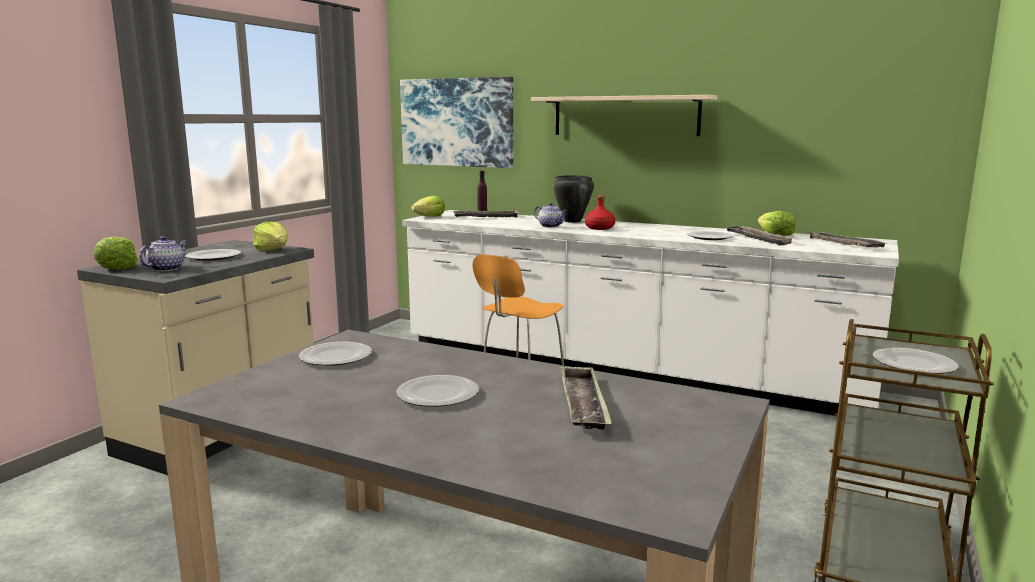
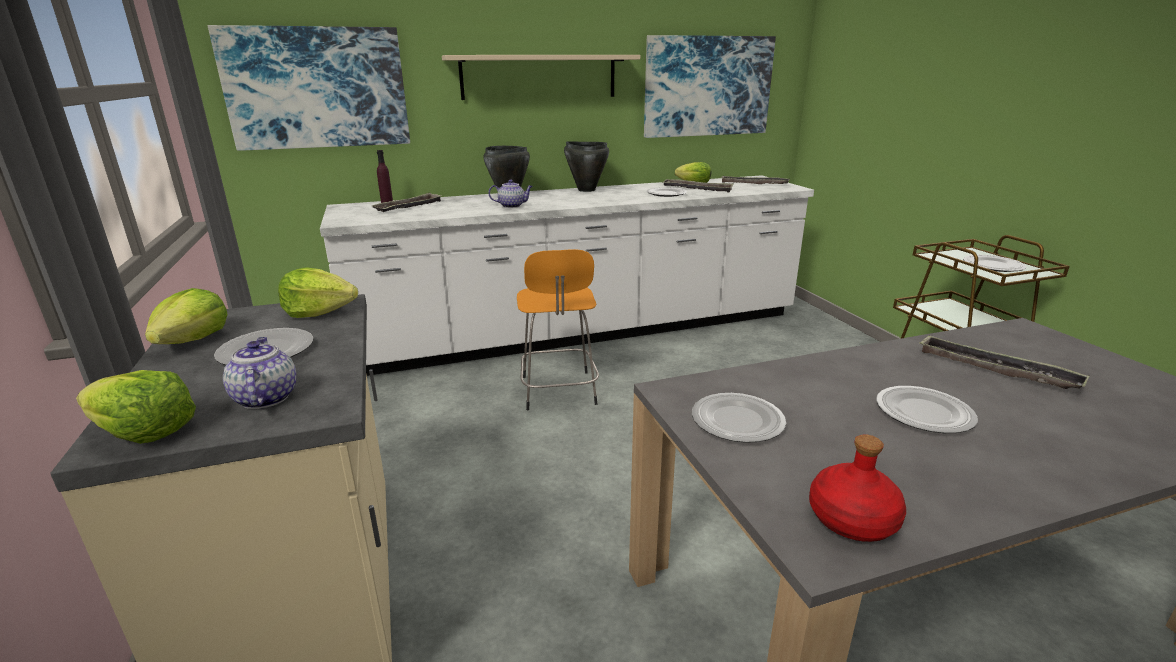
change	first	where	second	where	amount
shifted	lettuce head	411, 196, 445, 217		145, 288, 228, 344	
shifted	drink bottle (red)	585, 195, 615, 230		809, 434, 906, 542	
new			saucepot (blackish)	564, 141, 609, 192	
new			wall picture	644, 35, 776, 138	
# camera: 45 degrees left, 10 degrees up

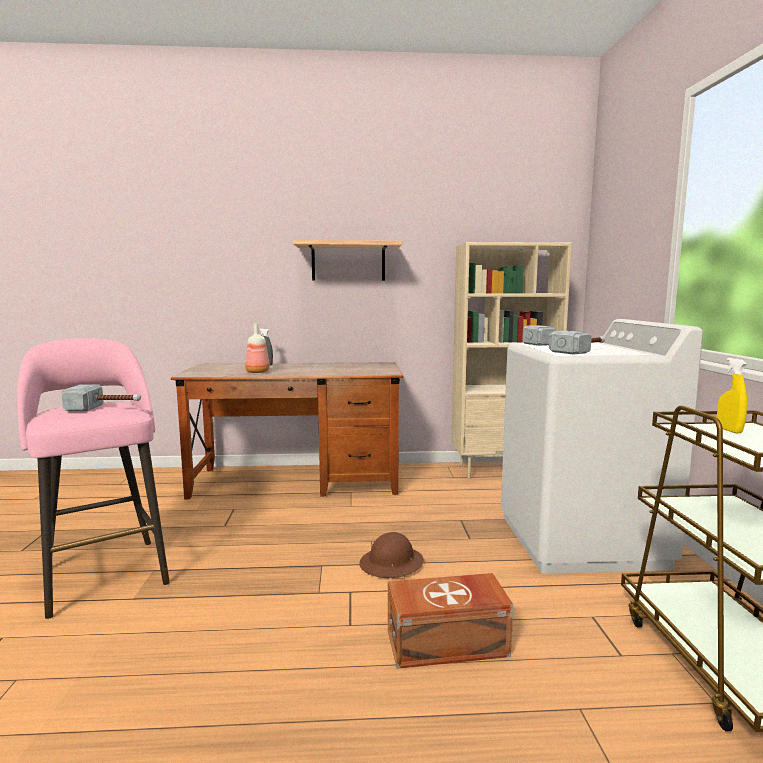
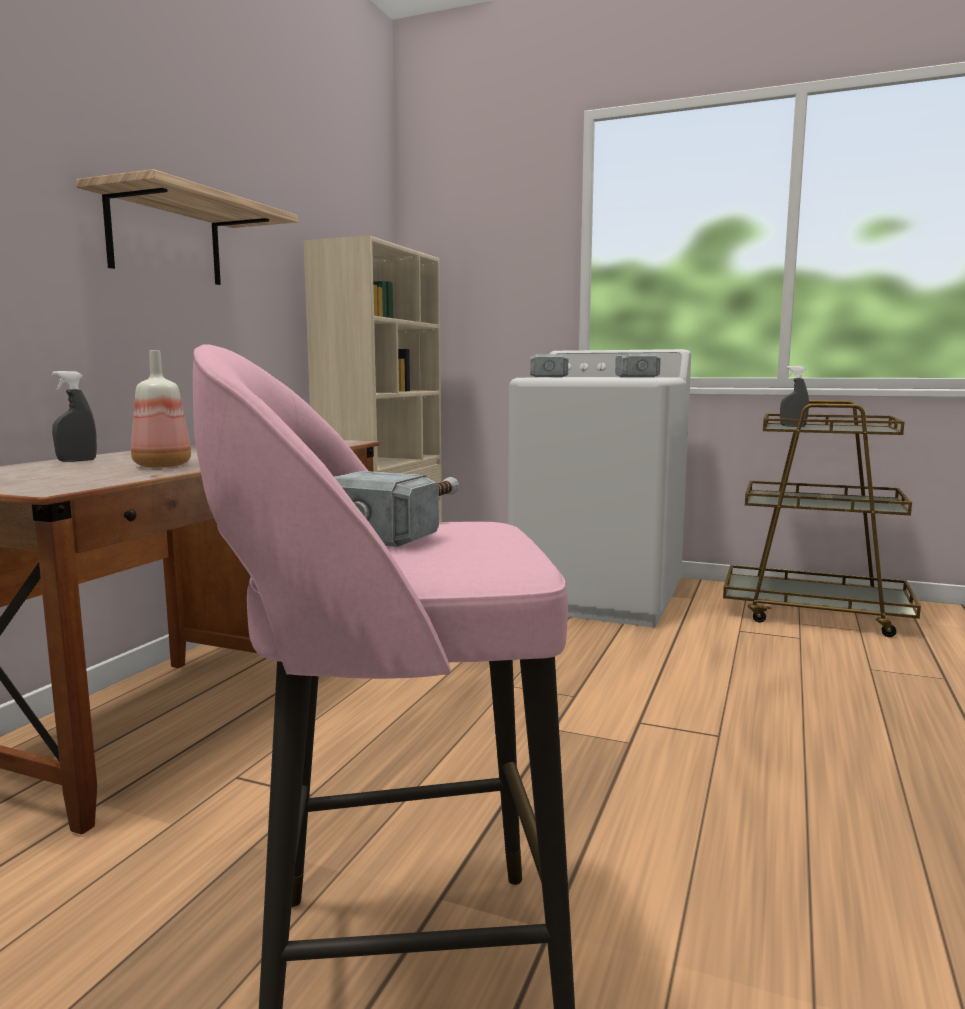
change	first	where	second	where	amount
gone	work helmet (brown)	359, 532, 424, 578			
gone	storage bin (brown)	388, 573, 513, 669			
repainted	spray bottle (yellow)	717, 358, 747, 433	spray bottle (greyish)	780, 366, 809, 427	
# camera: 65 degrees left, 0 degrees up

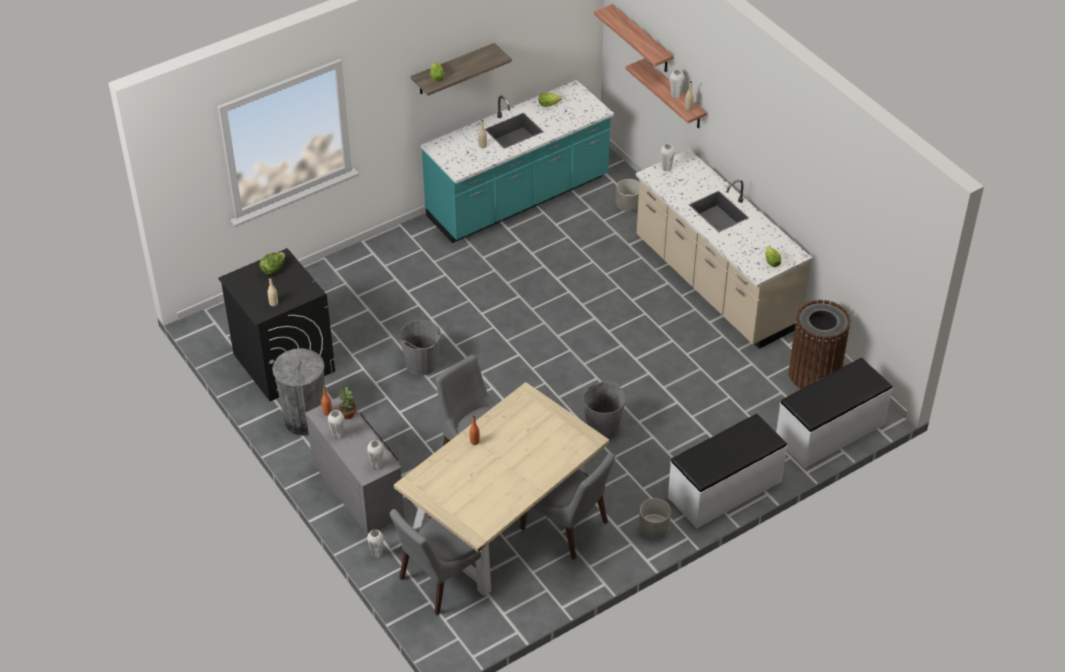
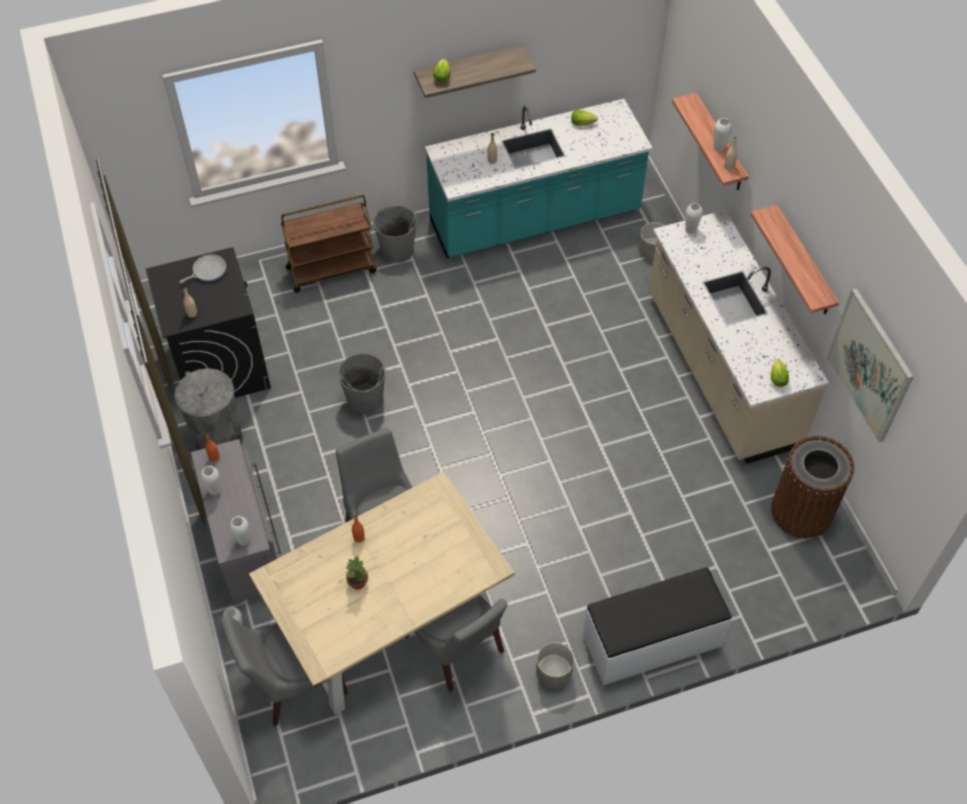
change	first	where	second	where	amount
swapped	lettuce head	259, 252, 285, 275	frying pan	180, 254, 226, 283	
shifted	potted plant	338, 386, 356, 419		346, 556, 368, 589	
shifted	water bucket (greyish)	583, 381, 626, 439		373, 205, 417, 263	
shifted	shelf	594, 4, 674, 72		751, 205, 839, 315	
gone	long seat (white-coloured)	776, 358, 893, 468			
new			wheeled cart (brown)	281, 195, 377, 293	
new			wall picture	827, 288, 914, 443	
# camera: 15 degrees right, 10 degrees up

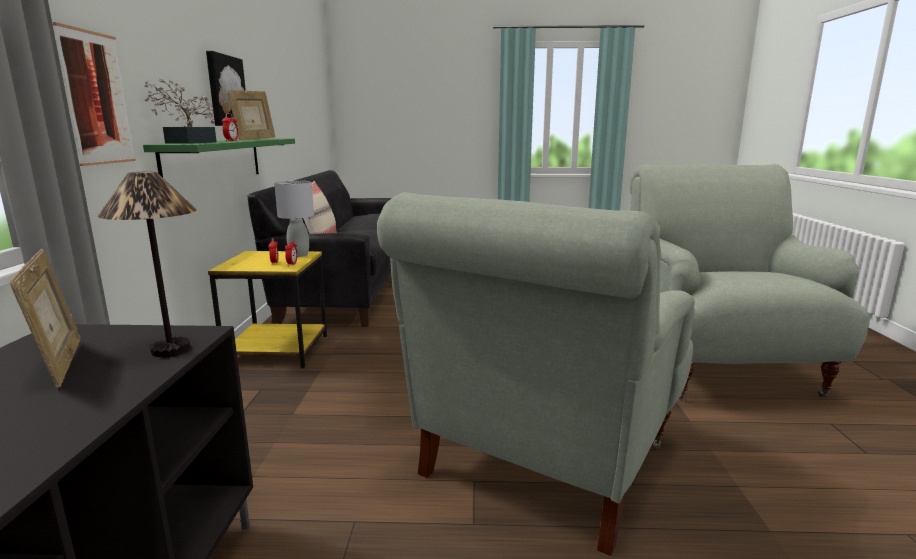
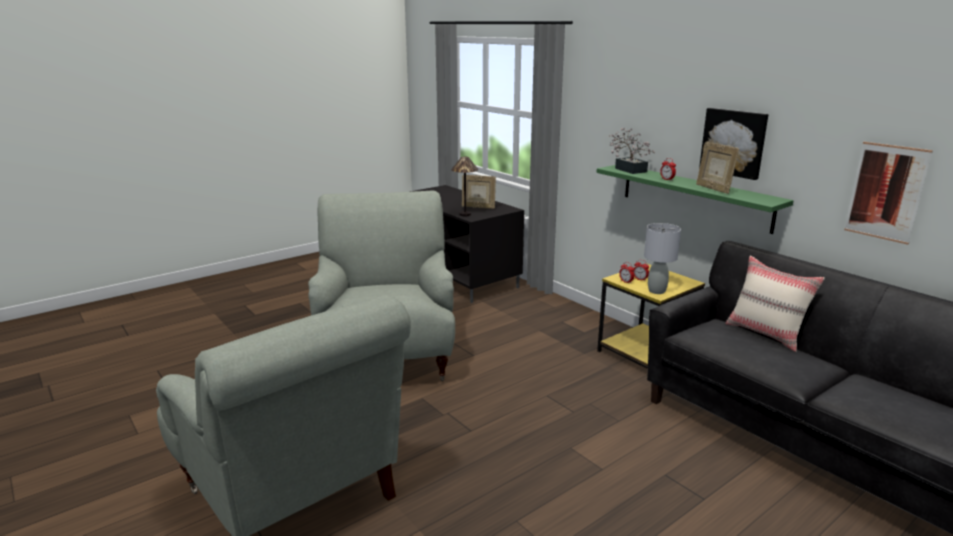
change	first	where	second	where	amount
shifted	wall picture	53, 22, 136, 166		844, 142, 933, 245	
# camera: 140 degrees right, 5 degrees up

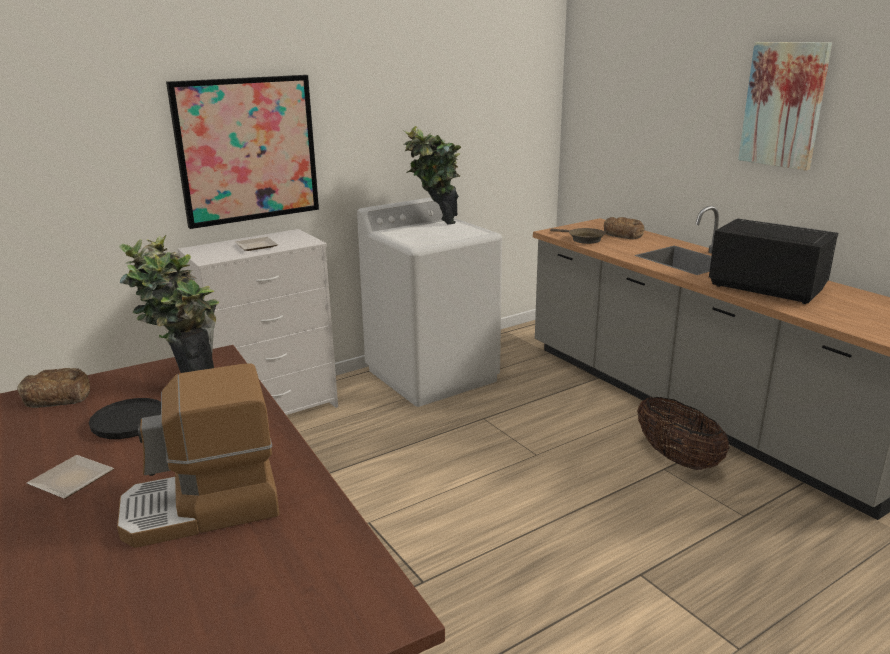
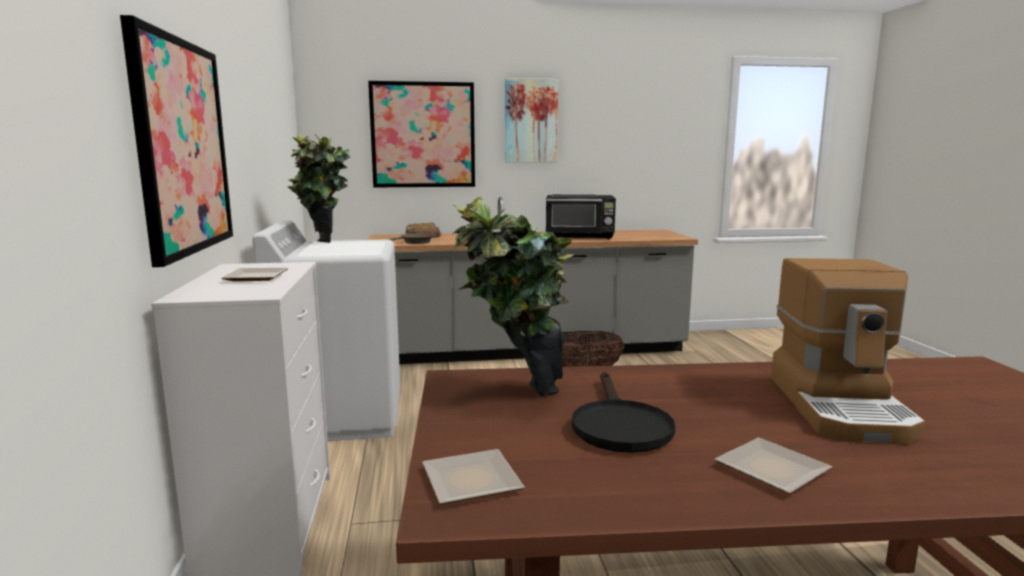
change	first	where	second	where	amount
swapped	bread	17, 368, 90, 408	dinner plate	422, 449, 524, 504	
rotated	microwave oven (blackish)	709, 218, 839, 304		546, 195, 616, 239	150 degrees counterclockwise
new			wall picture	368, 81, 475, 187	
# camera: 65 degrees left, 10 degrees down

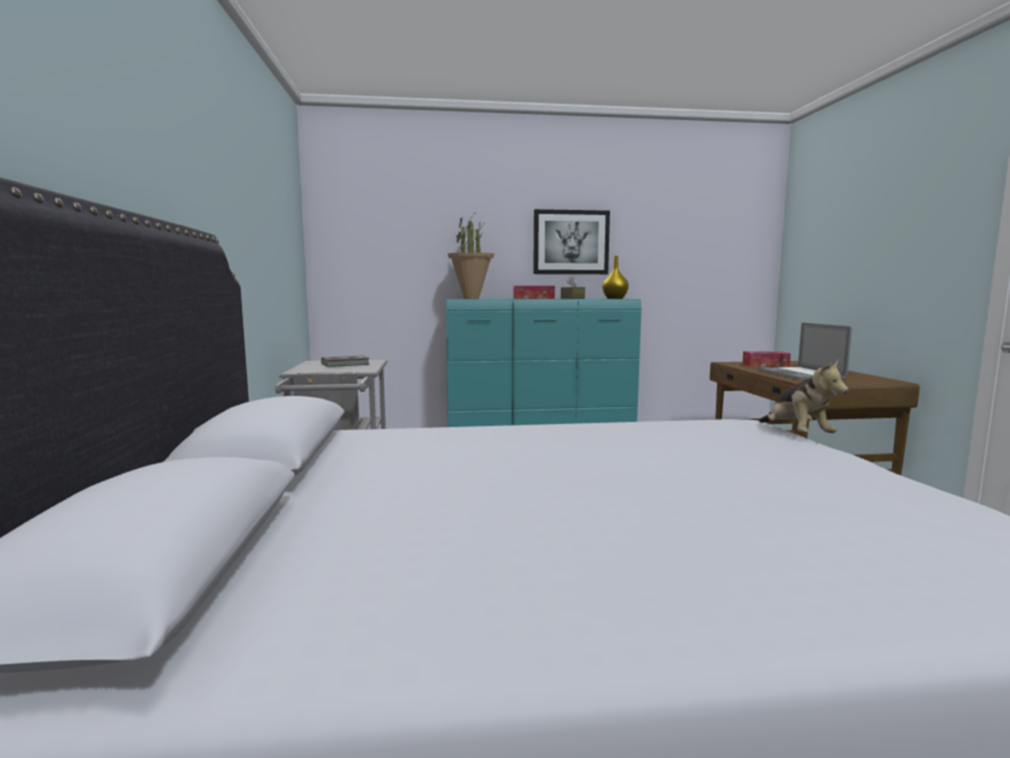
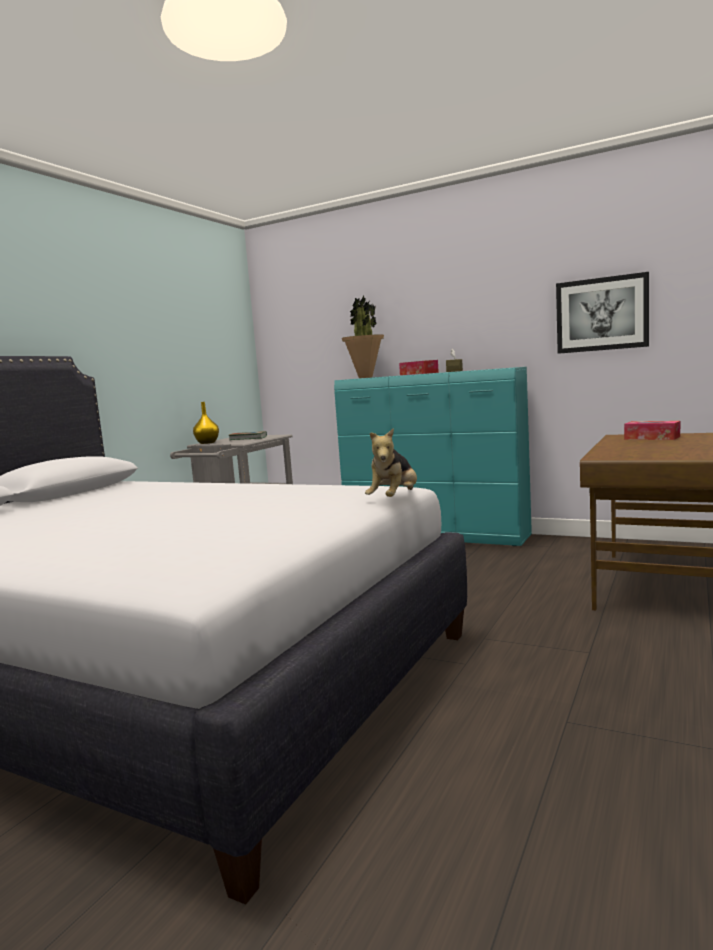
change	first	where	second	where	amount
shifted	wall picture	533, 209, 610, 274		556, 272, 649, 354	
shifted	flower vase (yellow)	602, 256, 629, 299		193, 402, 219, 444	
gone	portable computer	757, 322, 852, 380			
# camera: 35 degrees right, 0 degrees up

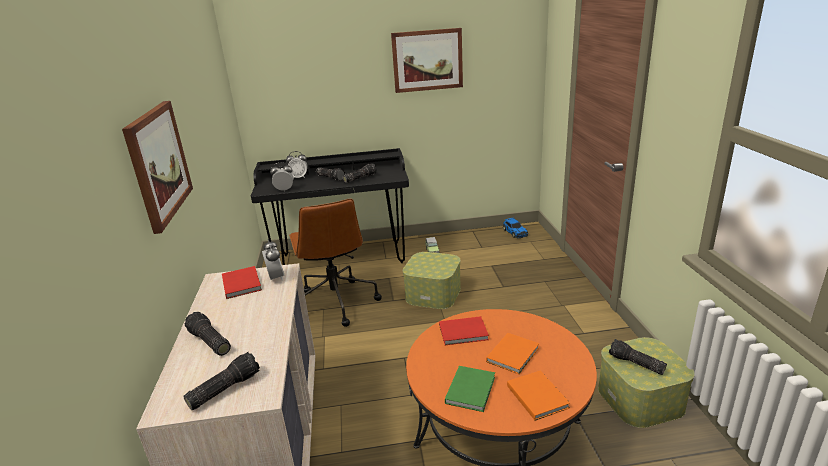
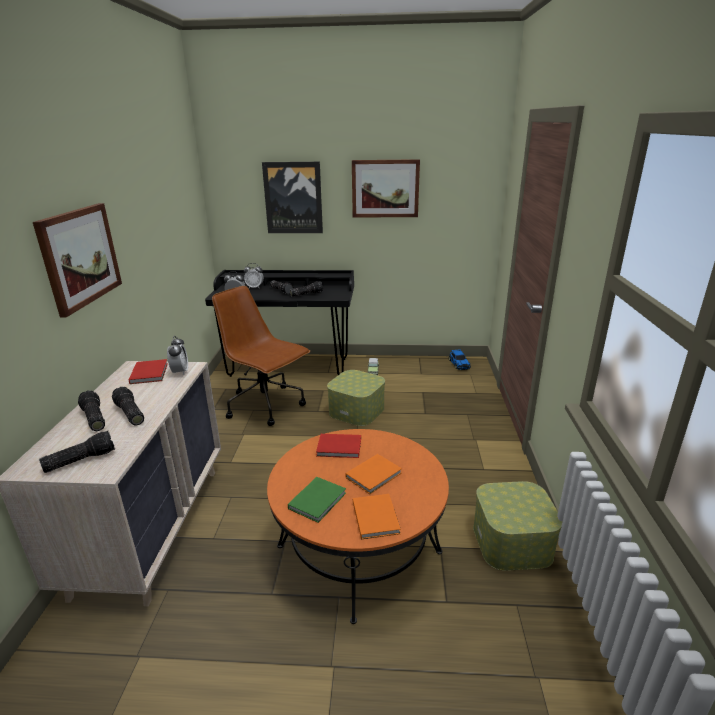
change	first	where	second	where	amount
rotated	computer chair (brown)	289, 198, 382, 327		212, 286, 310, 426	135 degrees clockwise
shifted	torch	609, 339, 667, 375		112, 387, 144, 426	
new			wall picture	262, 162, 323, 233	
# camera: 10 degrees right, 0 degrees up

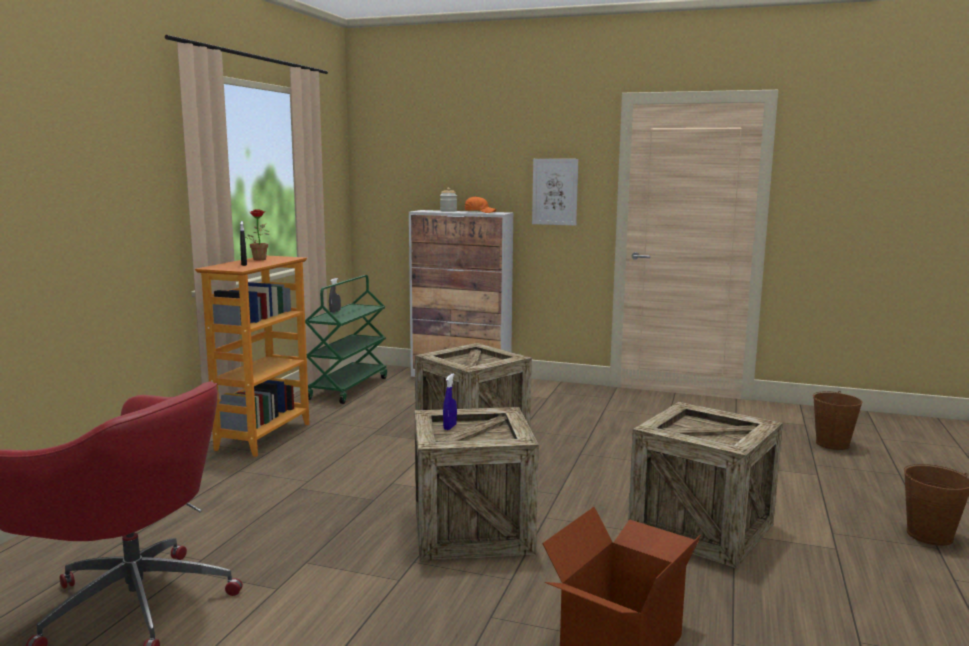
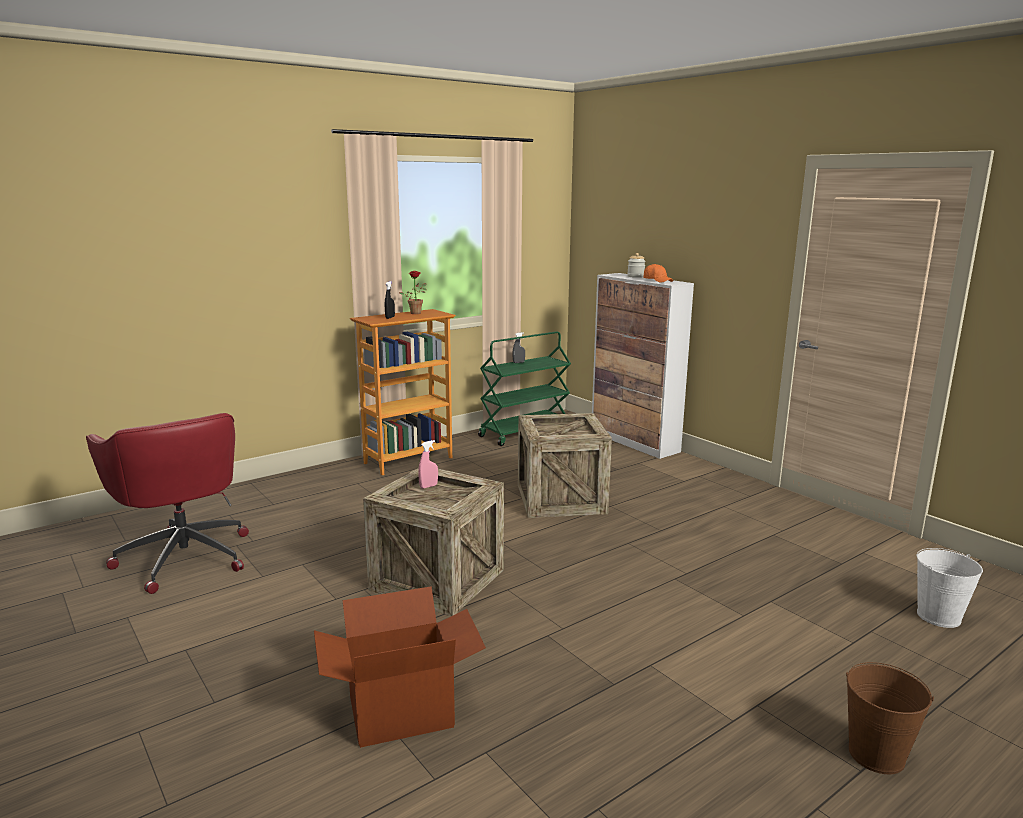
change	first	where	second	where	amount
repainted	spray bottle (blue)	443, 373, 457, 430	spray bottle (pinkish)	418, 440, 438, 489	
gone	wall picture	532, 159, 578, 226			
gone	crate	628, 402, 783, 568			
repainted	water bucket (brown)	813, 391, 862, 450	water bucket (white-coloured)	917, 548, 983, 628	
# camera: 35 degrees right, 5 degrees up

